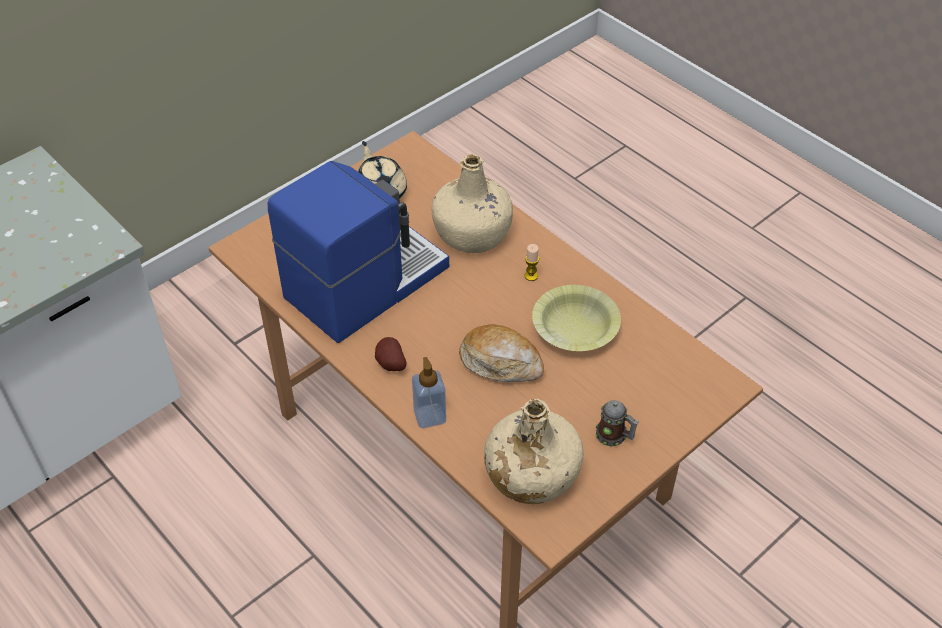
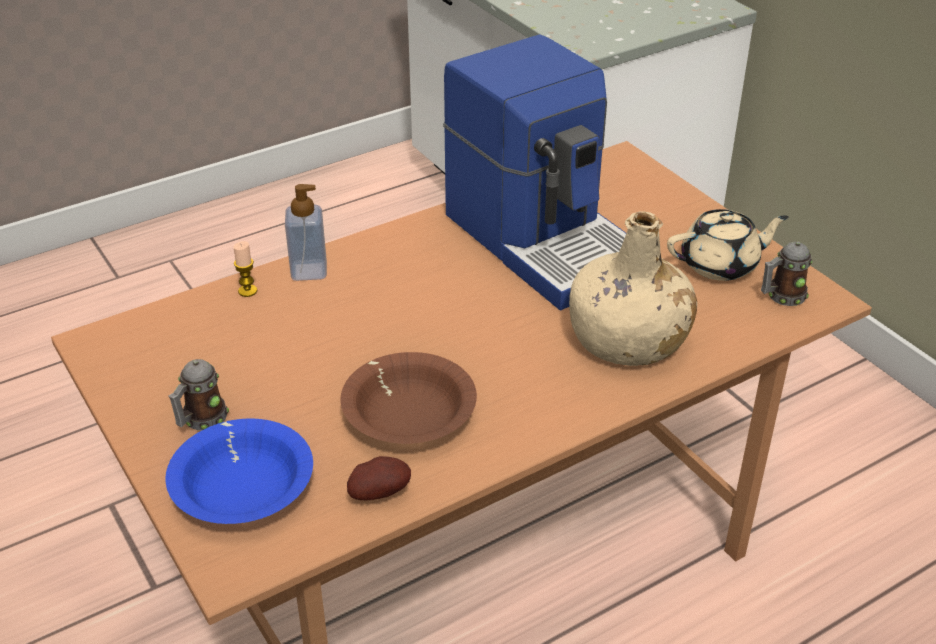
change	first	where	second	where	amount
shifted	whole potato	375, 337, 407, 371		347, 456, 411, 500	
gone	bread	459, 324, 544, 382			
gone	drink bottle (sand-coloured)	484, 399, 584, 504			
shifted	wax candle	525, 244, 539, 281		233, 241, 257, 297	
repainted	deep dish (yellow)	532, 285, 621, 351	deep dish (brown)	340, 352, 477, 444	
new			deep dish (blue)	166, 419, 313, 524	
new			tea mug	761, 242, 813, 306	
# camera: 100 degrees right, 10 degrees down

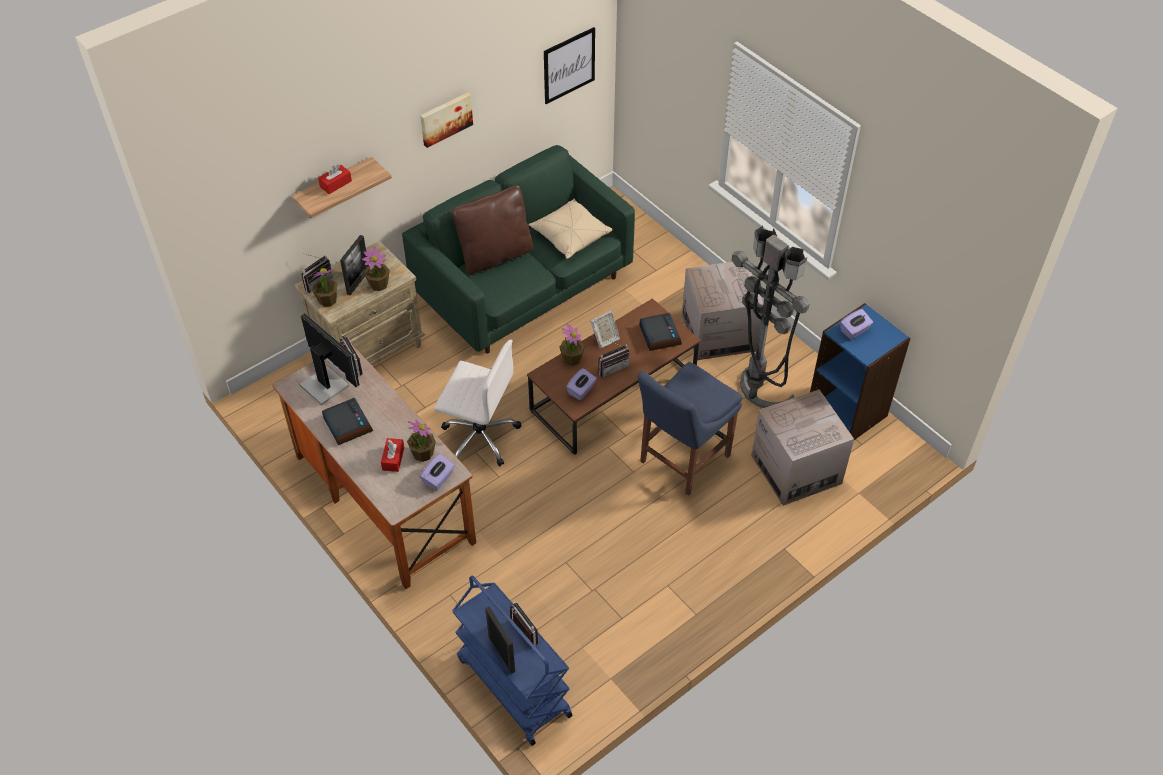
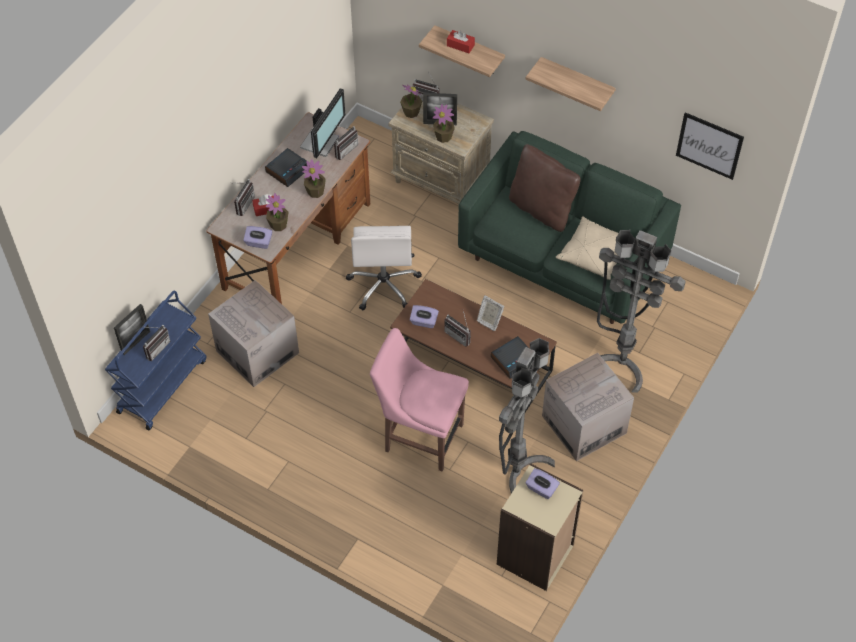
change	first	where	second	where	amount
swapped	wall picture	420, 92, 473, 148	shelf	525, 57, 616, 111	
shifted	potted plant	559, 324, 585, 366		302, 159, 326, 198	
repainted	chair (blue)	638, 362, 742, 496	chair (pinkish)	370, 328, 469, 471	
shifted	cardboard box	751, 389, 854, 506		208, 280, 299, 387	
repainted	shelving unit (blue)	810, 303, 911, 440	shelving unit (sand-coloured)	497, 463, 583, 591	
new			radio	234, 179, 255, 216	
new			standing lamp (greyish)	597, 230, 686, 393	
# camera: 70 degrees right, 5 degrees up

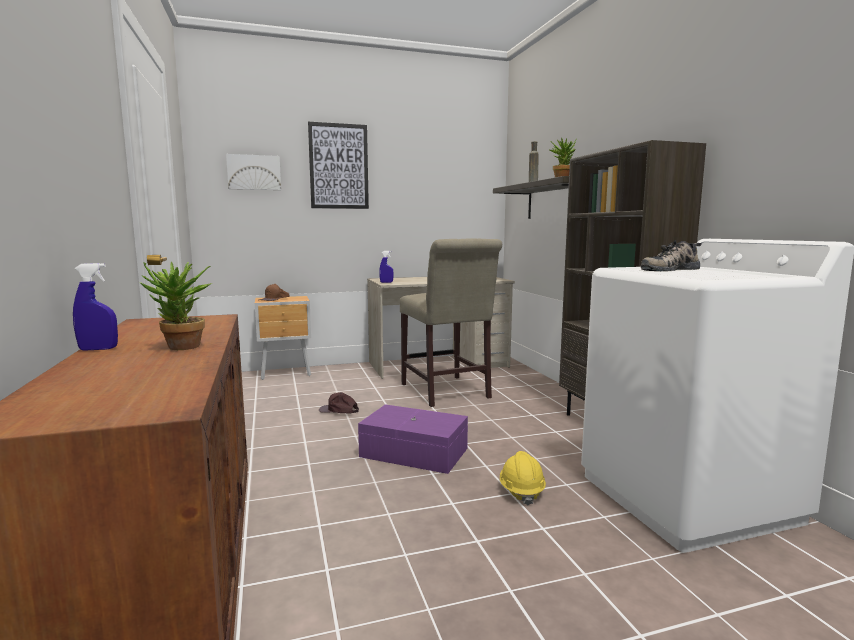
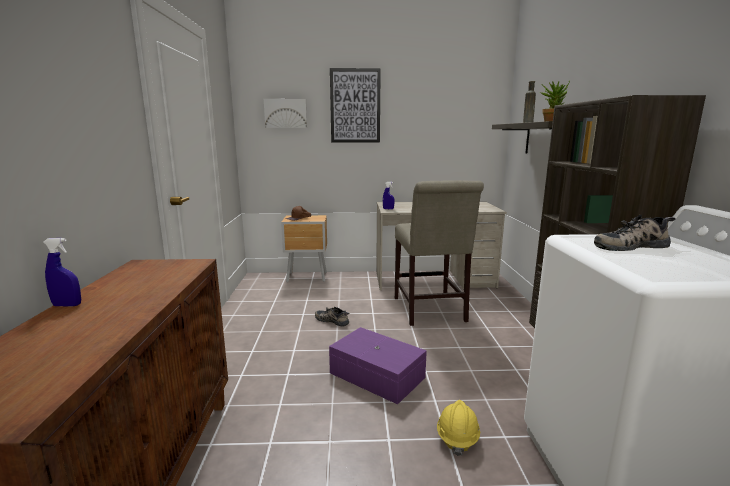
change	first	where	second	where	amount
gone	potted plant	140, 261, 213, 350			
swapped	baseball cap (brown)	319, 392, 359, 413	low shoe	315, 307, 349, 327	
# camera: 15 degrees right, 5 degrees up

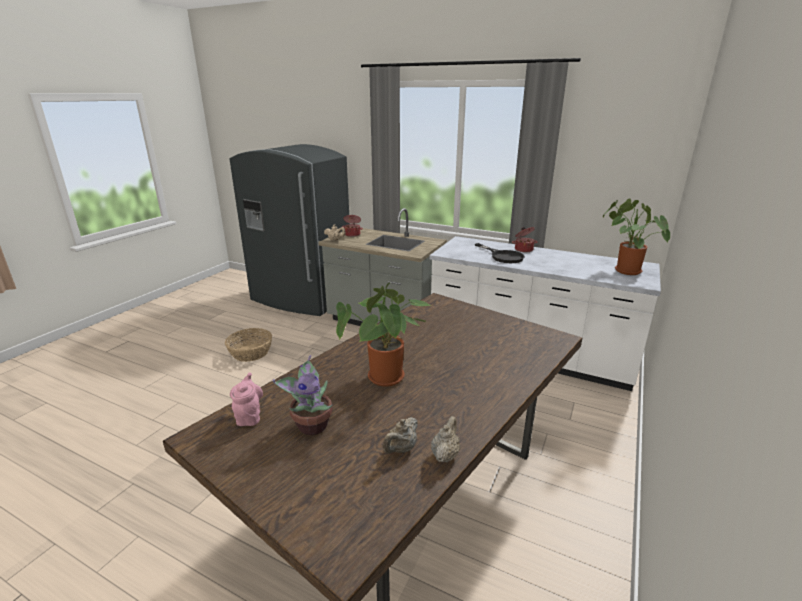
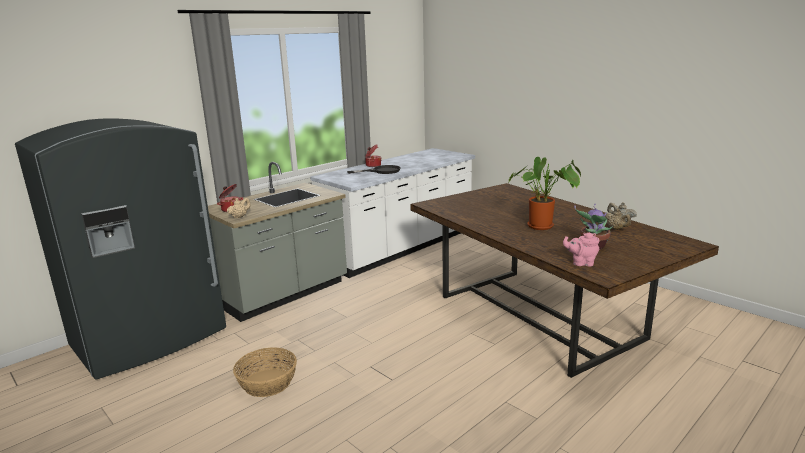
change	first	where	second	where	amount
gone	potted plant	603, 198, 670, 275			
# camera: 70 degrees left, 5 degrees down

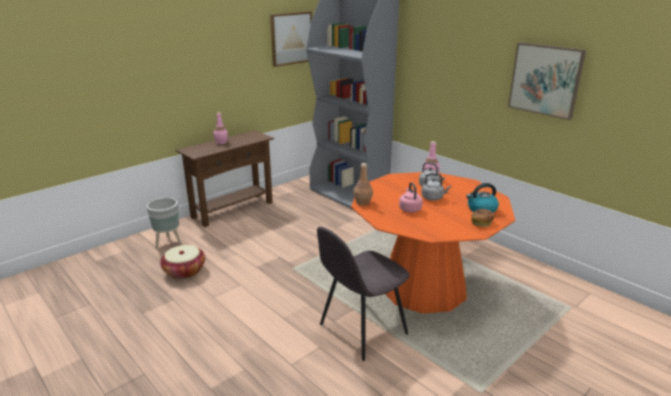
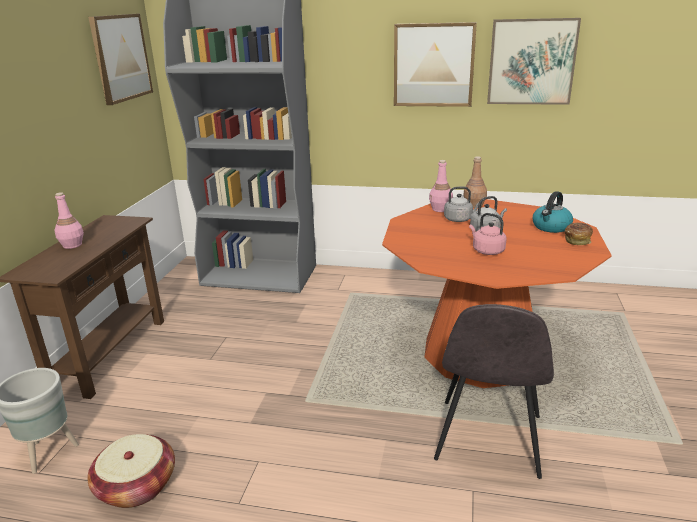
change	first	where	second	where	amount
shifted	drink bottle (brown)	353, 163, 373, 205		463, 156, 487, 208	
new			wall picture	394, 22, 477, 107	
# camera: 35 degrees left, 0 degrees up

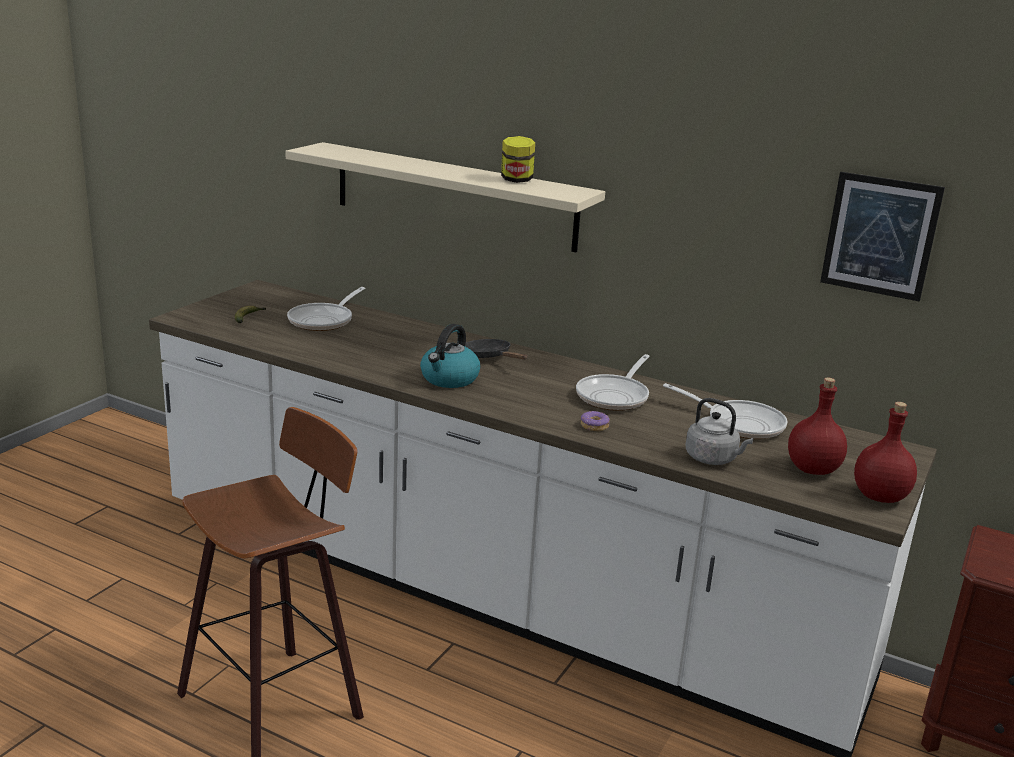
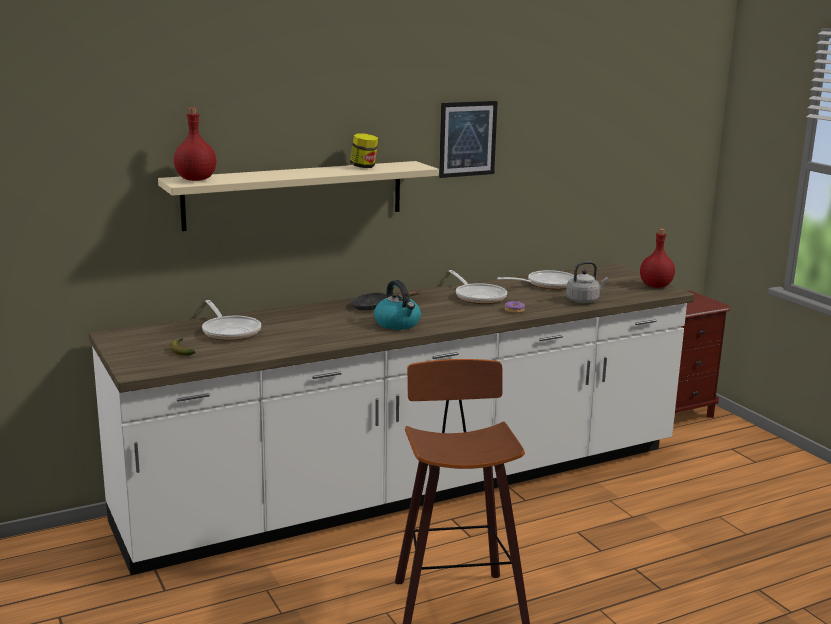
change	first	where	second	where	amount
shifted	drink bottle (red)	788, 377, 847, 475		174, 108, 216, 181	
shifted	wall picture	820, 172, 945, 302		439, 101, 498, 178	
# camera: 55 degrees left, 5 degrees down

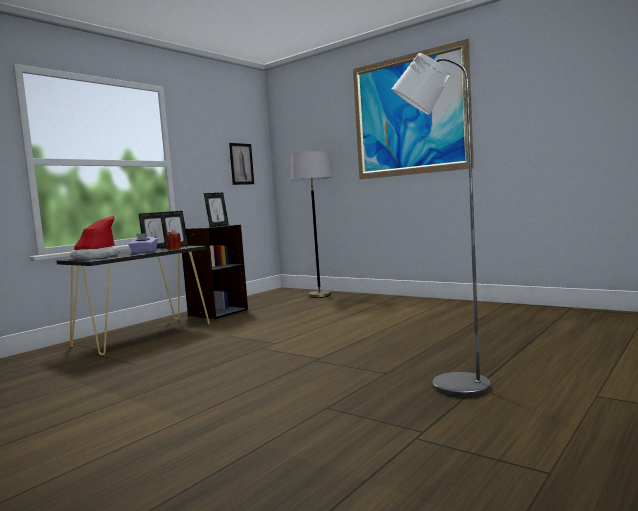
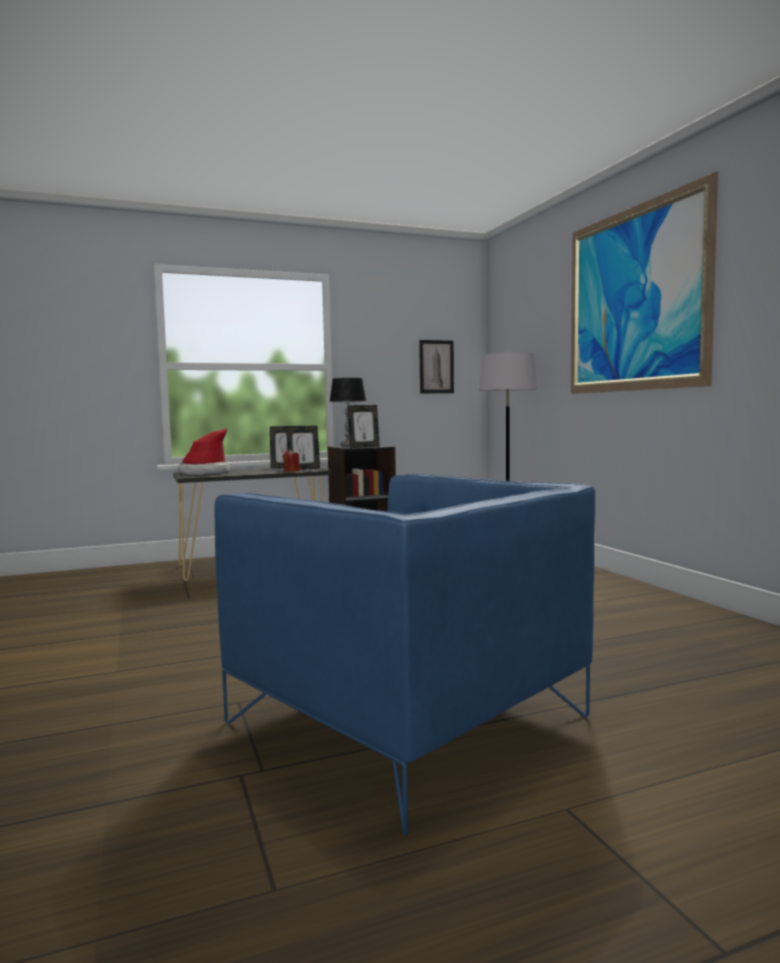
change	first	where	second	where	amount
gone	tissue box (purplish)	128, 233, 158, 254			
swapped	standing lamp (greyish)	392, 53, 491, 397	easy chair (blue)	214, 474, 595, 835	
new			lamp for a table	330, 378, 366, 447	
# camera: 30 degrees right, 0 degrees up

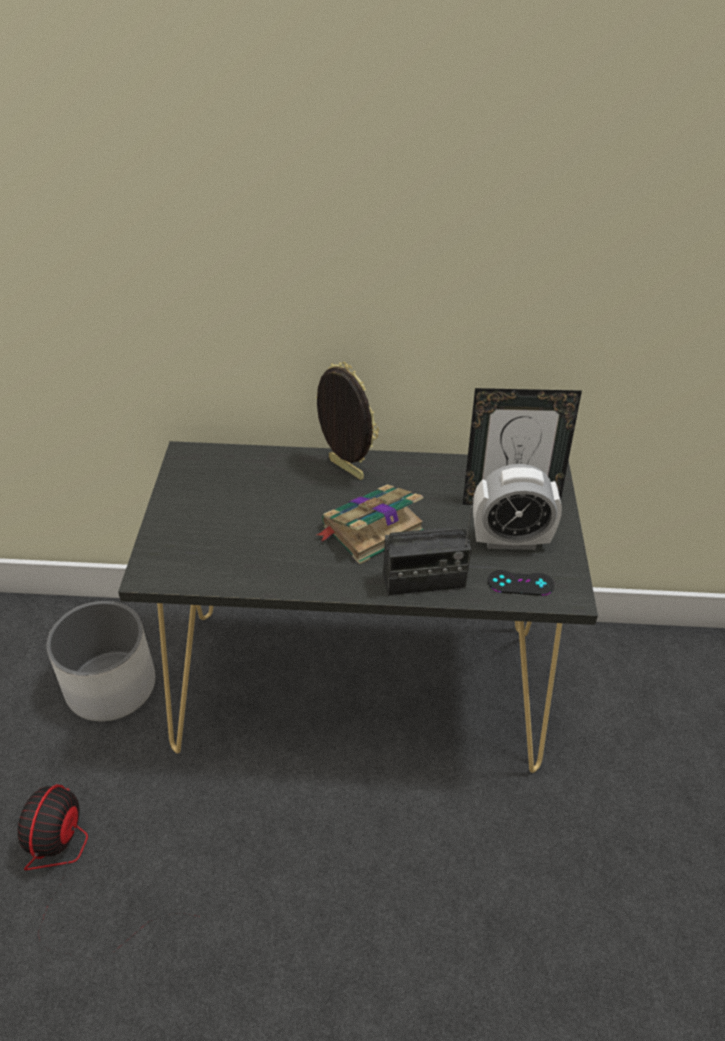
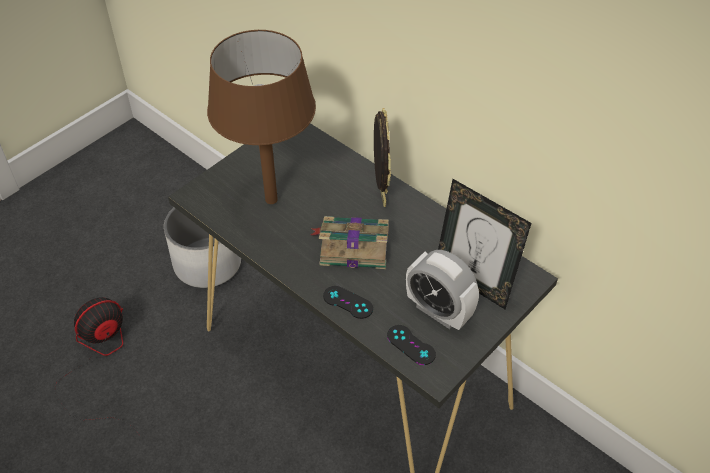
change	first	where	second	where	amount
swapped	radio	383, 498, 473, 596	game controller (blackish)	323, 286, 373, 319	
new			lamp for a table (brown)	207, 30, 316, 204	
# camera: 40 degrees right, 5 degrees up

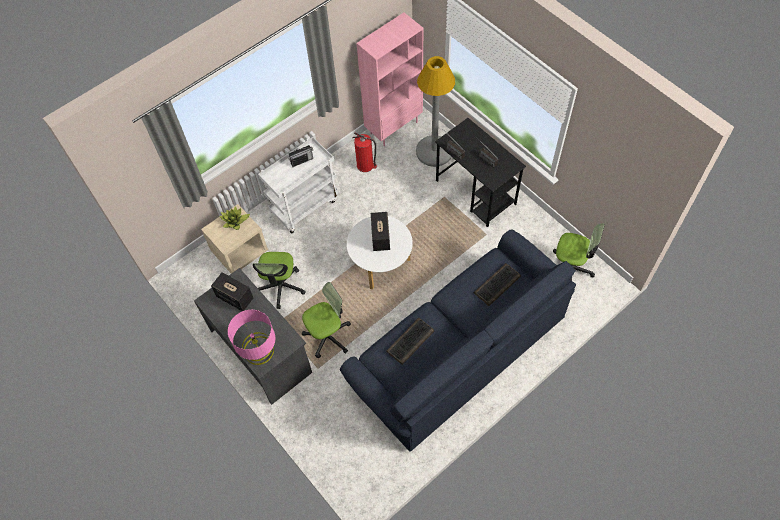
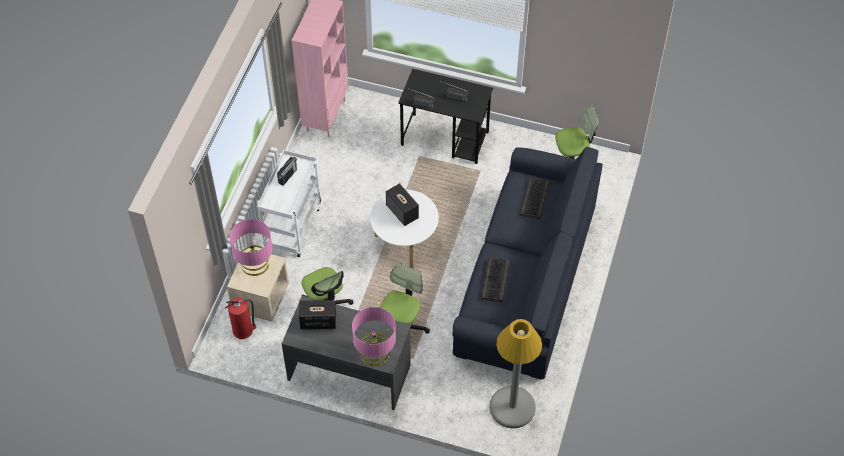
change	first	where	second	where	amount
swapped	potted plant	220, 206, 250, 230	lamp for a table (pinkish)	230, 219, 273, 276	
shifted	extinguisher	352, 132, 377, 172		225, 298, 256, 339	
shifted	standing lamp (greyish)	416, 56, 455, 167		490, 319, 542, 428	
# camera: 35 degrees left, 5 degrees down

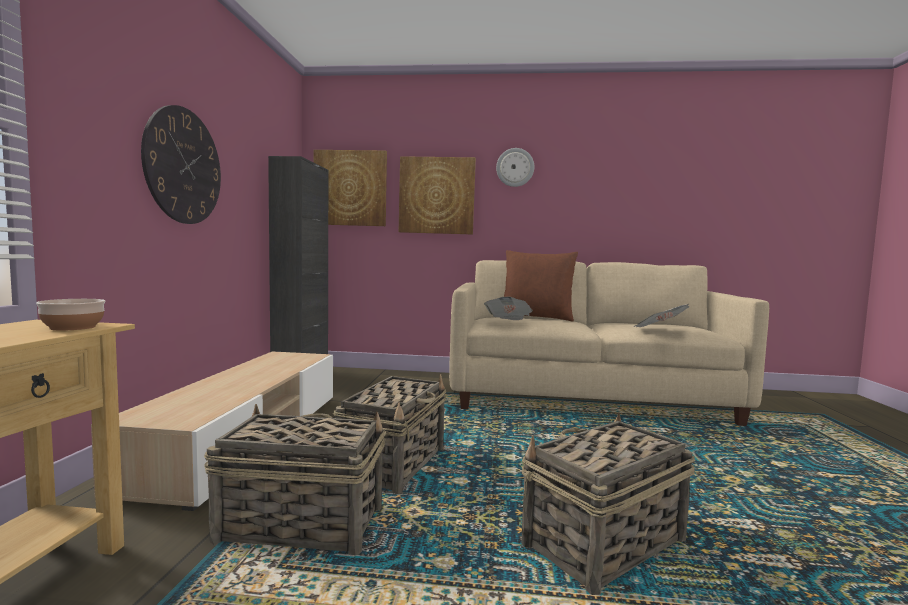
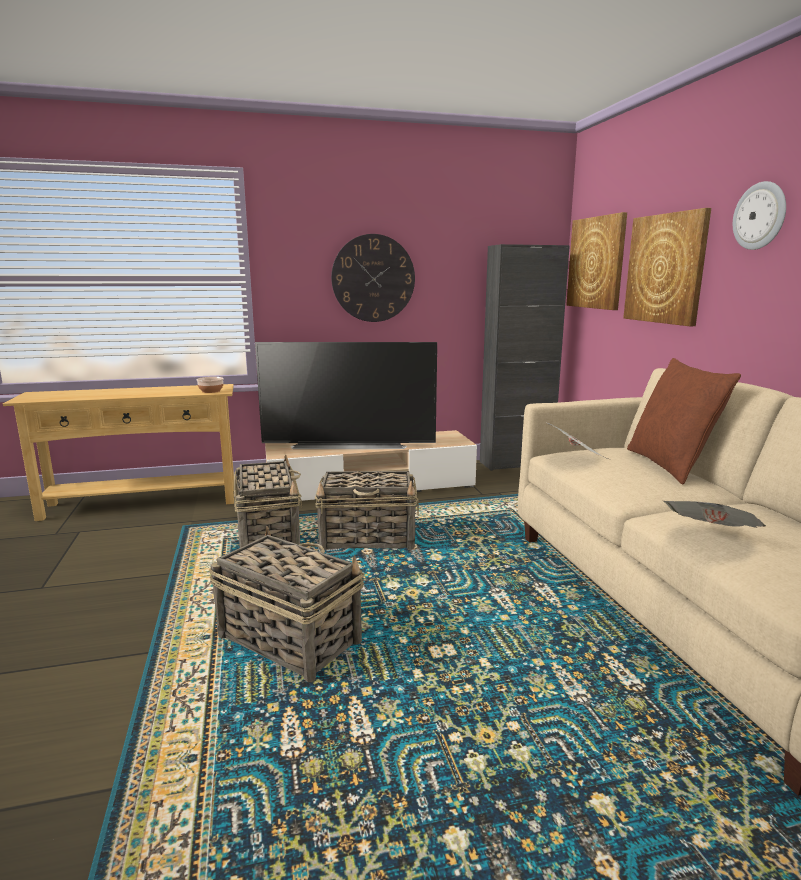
change	first	where	second	where	amount
new			TV	255, 342, 437, 449	
# camera: 70 degrees right, 10 degrees up

